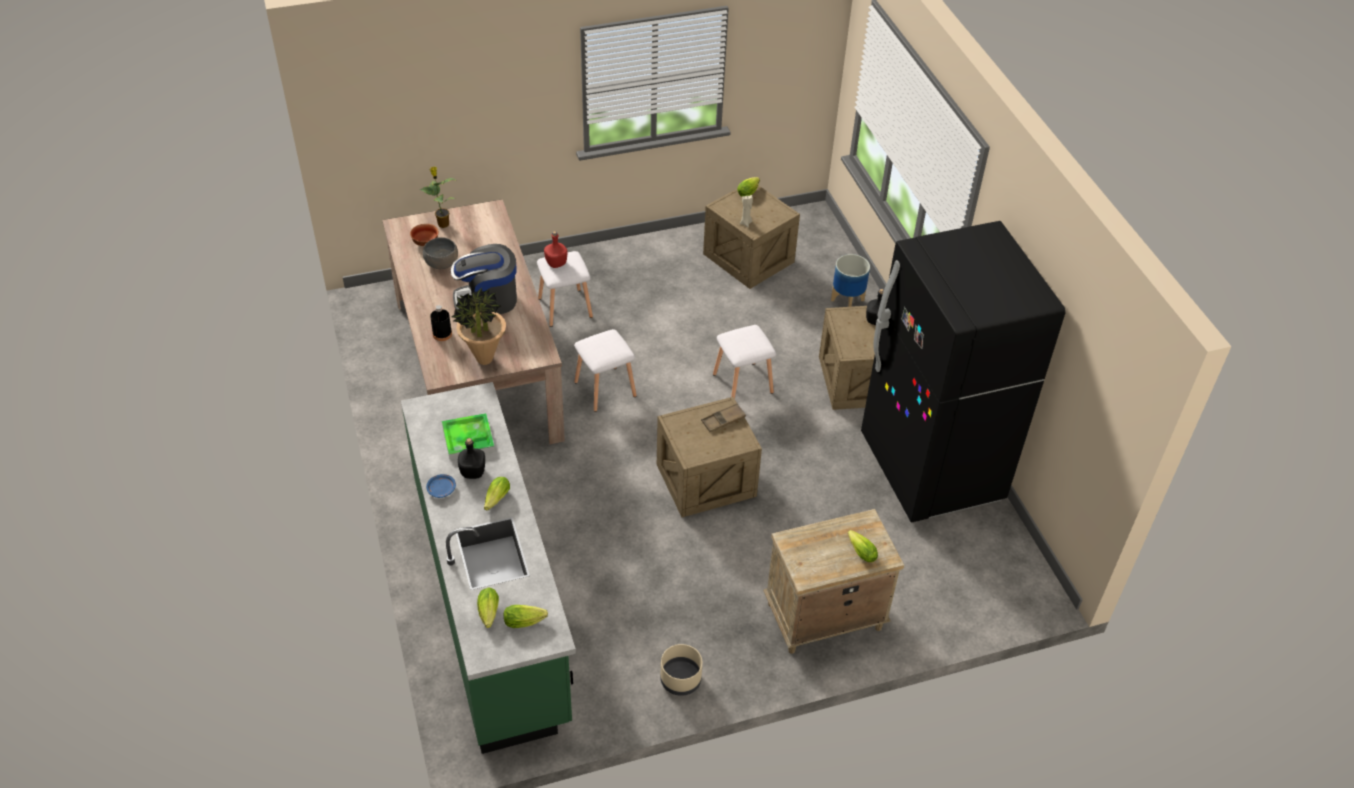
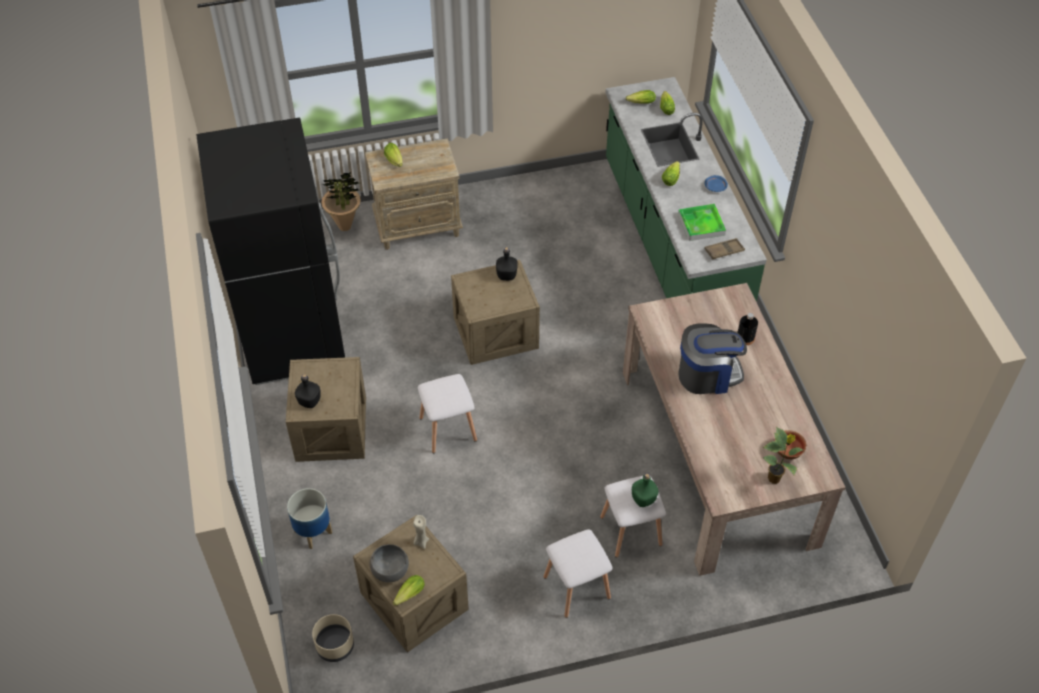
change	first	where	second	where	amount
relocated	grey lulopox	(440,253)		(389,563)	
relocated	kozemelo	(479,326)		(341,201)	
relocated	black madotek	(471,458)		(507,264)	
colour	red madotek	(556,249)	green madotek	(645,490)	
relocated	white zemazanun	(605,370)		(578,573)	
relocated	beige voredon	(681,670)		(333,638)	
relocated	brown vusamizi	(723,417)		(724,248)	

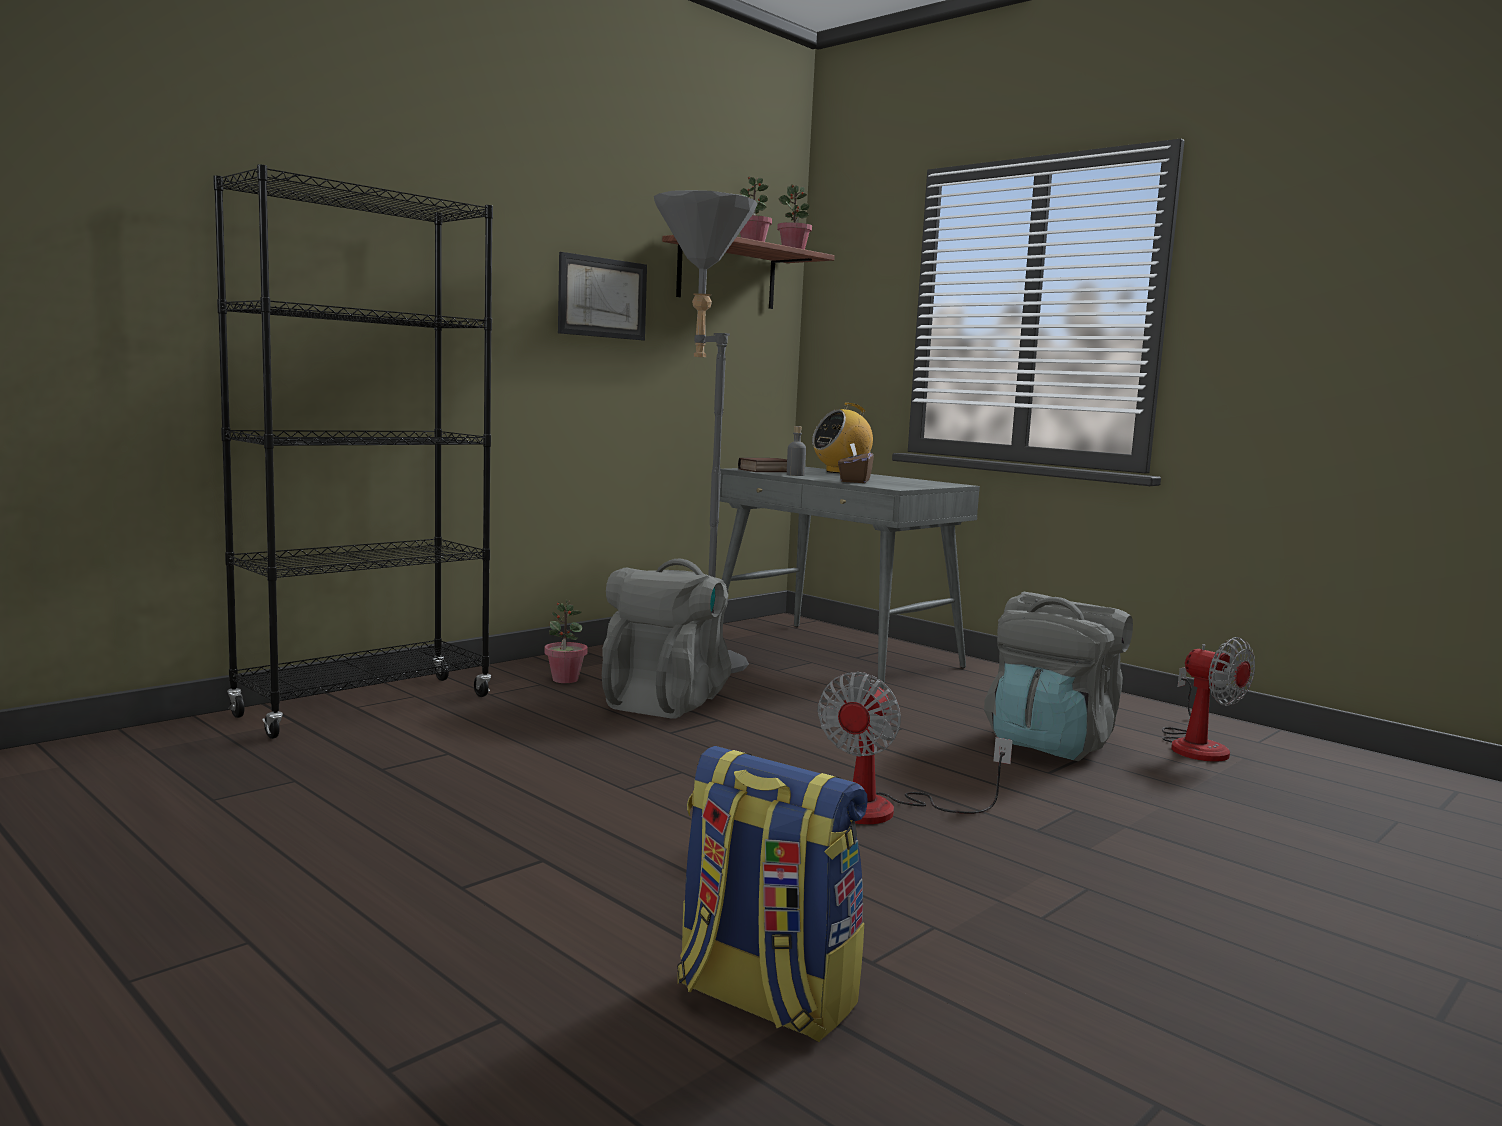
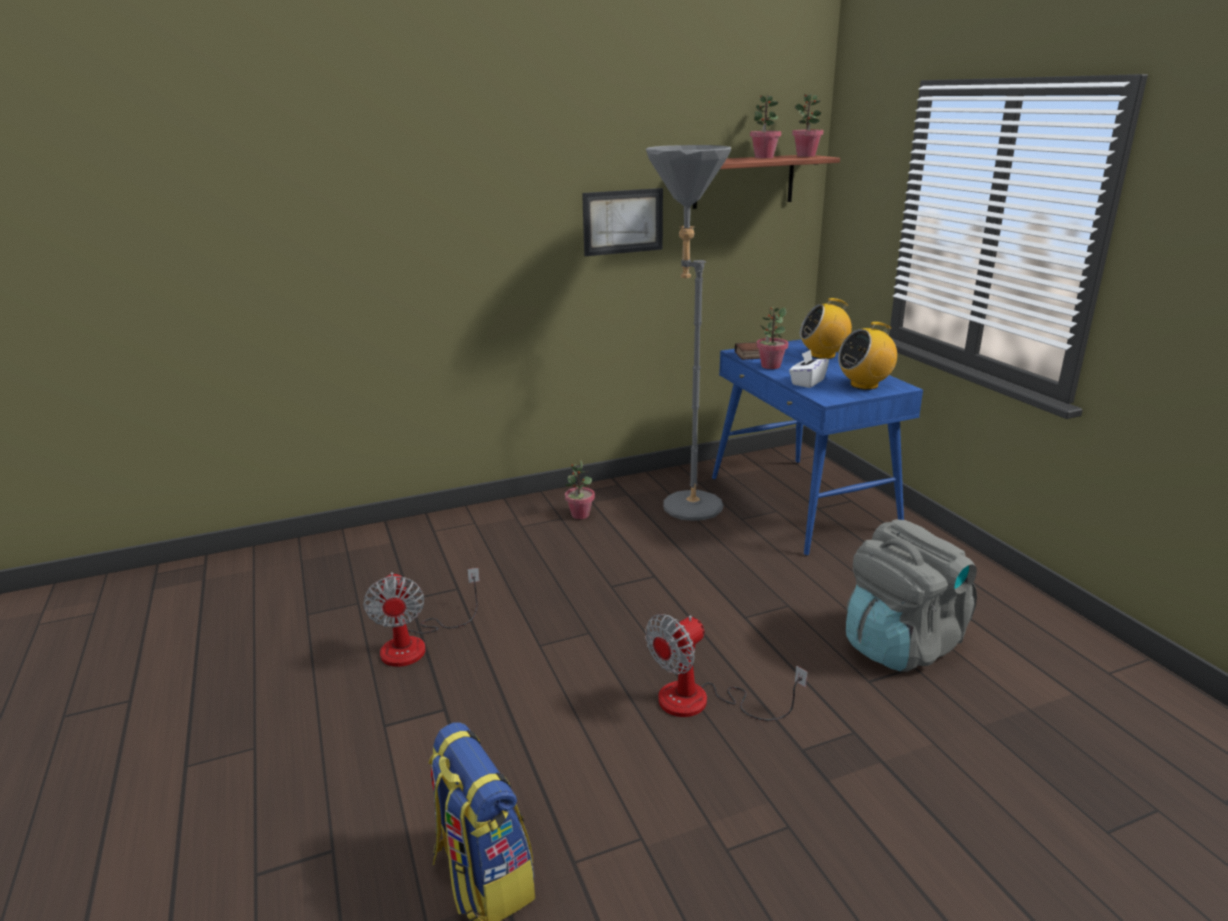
change	first	where	second	where	amount
missing	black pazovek	(353,451)			
missing	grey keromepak	(666,638)			
colour	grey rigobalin	(850,578)	blue rigobalin	(817,447)	
exchanged	grey madotek	(796,451)	kozemelo	(772,338)	
colour	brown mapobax	(856,463)	white mapobax	(809,368)	
relocated	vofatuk	(1208,699)		(421,617)	
appeared			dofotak	(867,356)	

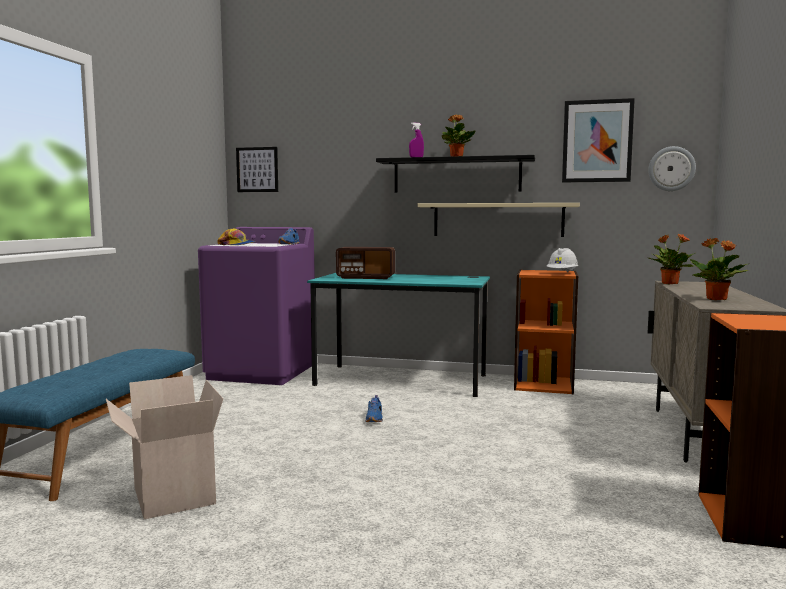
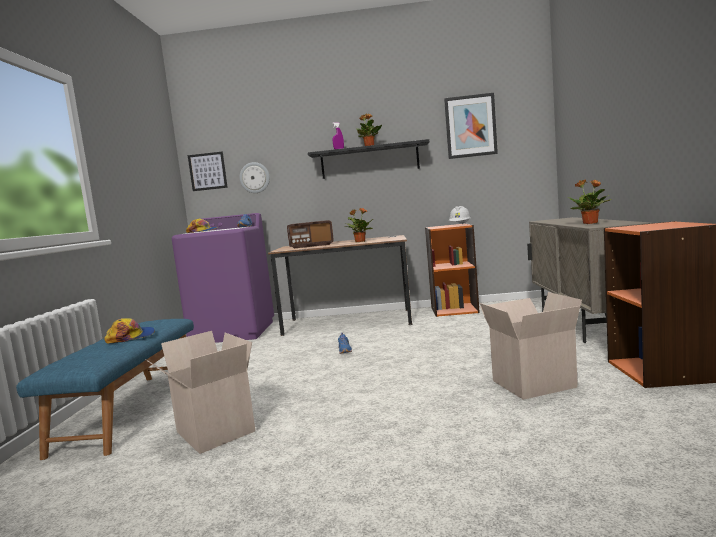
change	first	where	second	where	amount
colour	turquoise rigobalin	(398,335)	brown rigobalin	(340,285)	
missing	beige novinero	(498,220)			
relocated	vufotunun	(672,168)		(255,177)	
relocated	kozemelo	(672,259)		(359,225)	
appeared			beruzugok	(129,330)	
appeared			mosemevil	(531,346)	

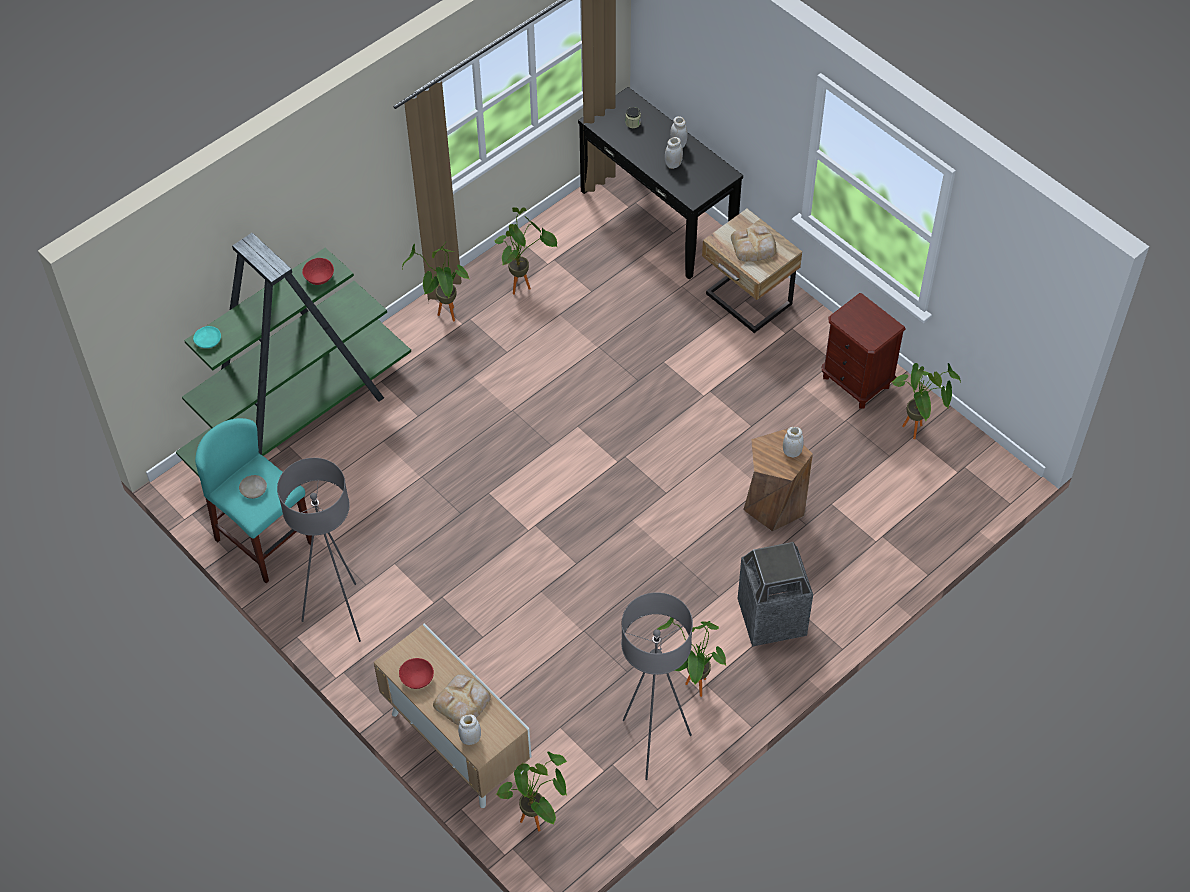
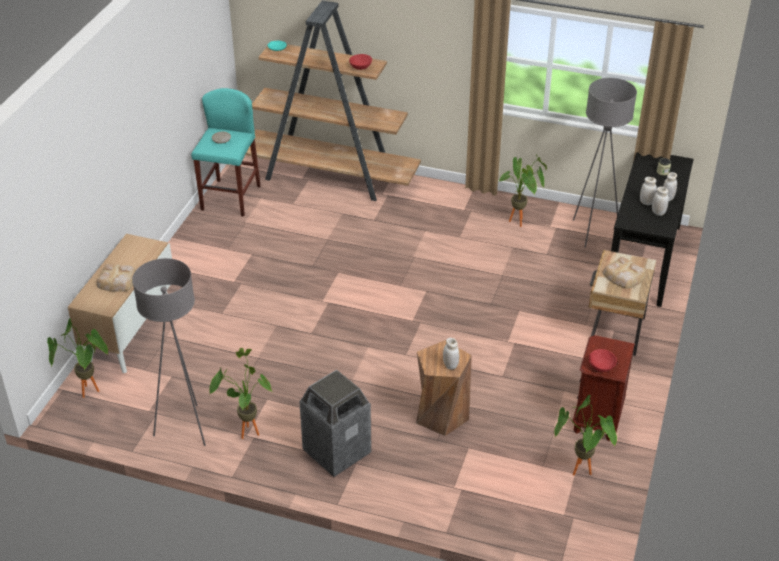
change	first	where	second	where	amount
colour	green pazovek	(293,355)	brown pazovek	(333,101)	
relocated	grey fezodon	(319,550)		(605,163)	
relocated	red lulopox	(416,673)		(603,360)	
missing	kozemelo	(435,281)			
relocated	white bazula	(469,729)		(660,201)	

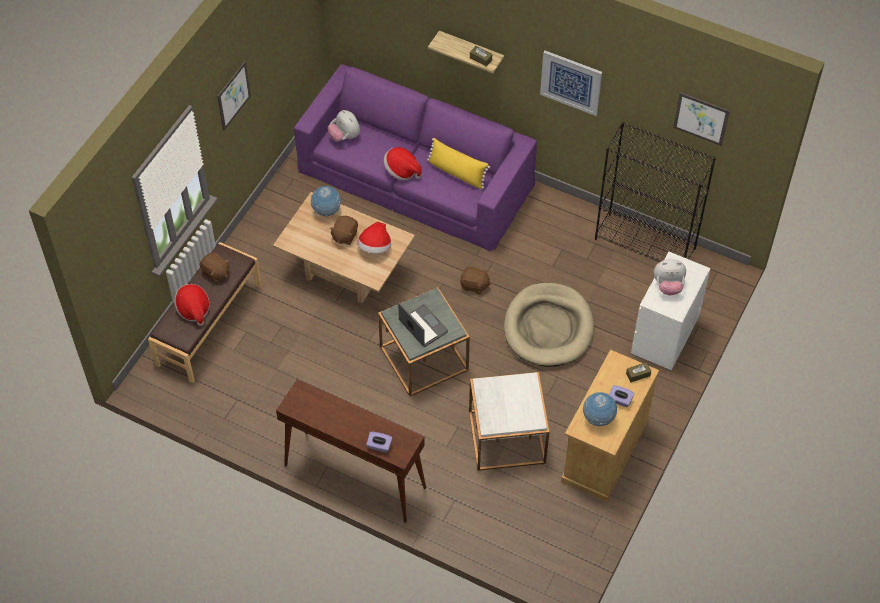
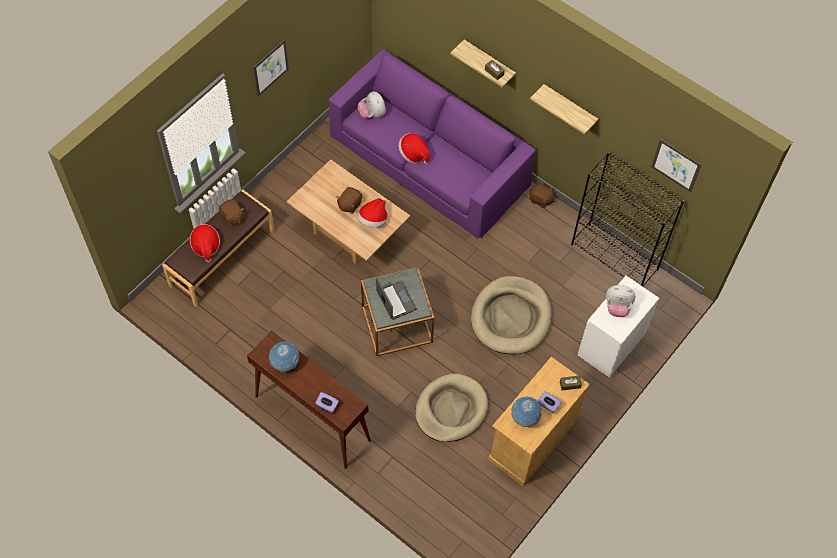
change	first	where	second	where	amount
relocated	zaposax	(326,201)		(284,357)	
missing	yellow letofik	(458,163)			
relocated	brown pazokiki	(475,280)		(542,195)	
exchanged	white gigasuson	(509,421)	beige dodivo	(451,408)	
exchanged	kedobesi	(571,83)	novinero	(564,109)	

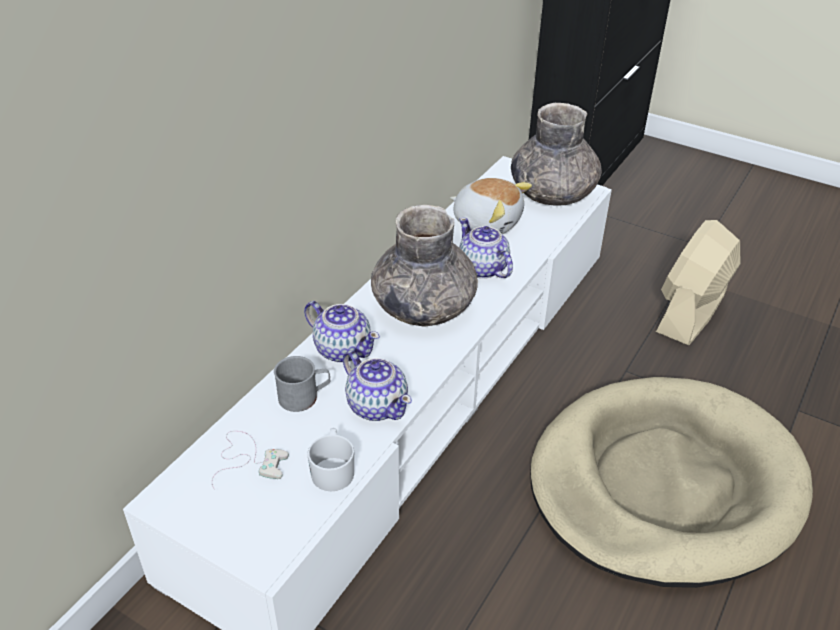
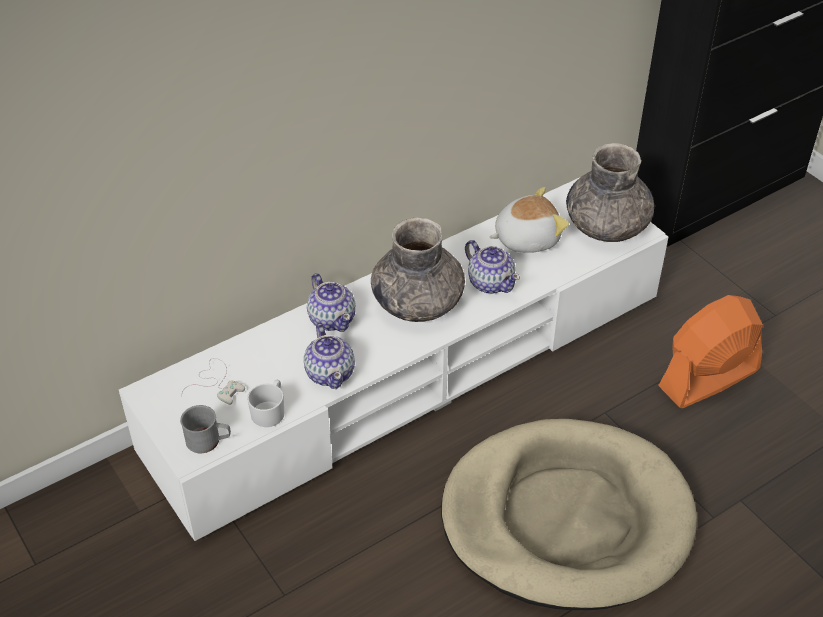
change	first	where	second	where	amount
relocated	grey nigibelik	(302,384)		(205,429)	
spun	pazokiki	(491,206)		(529,220)	75 degrees counterclockwise
spun	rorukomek	(486,248)		(492,267)	150 degrees clockwise
colour	beige vofatuk	(698,282)	orange vofatuk	(710,351)	

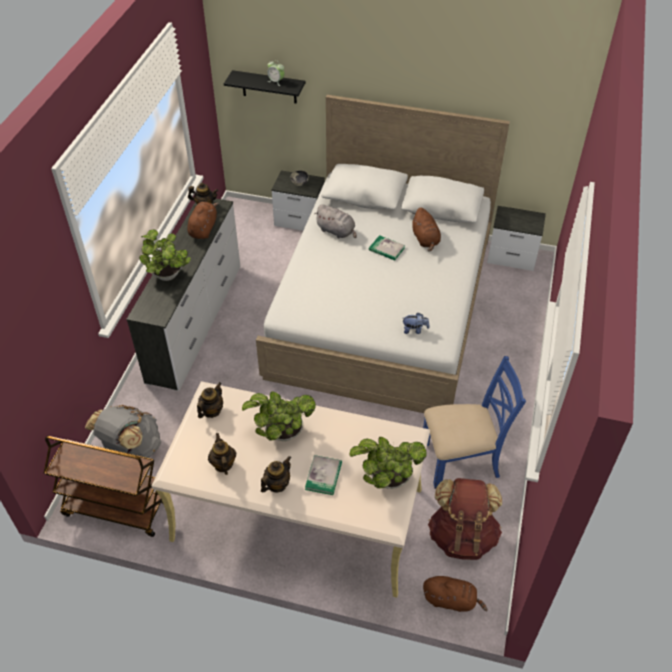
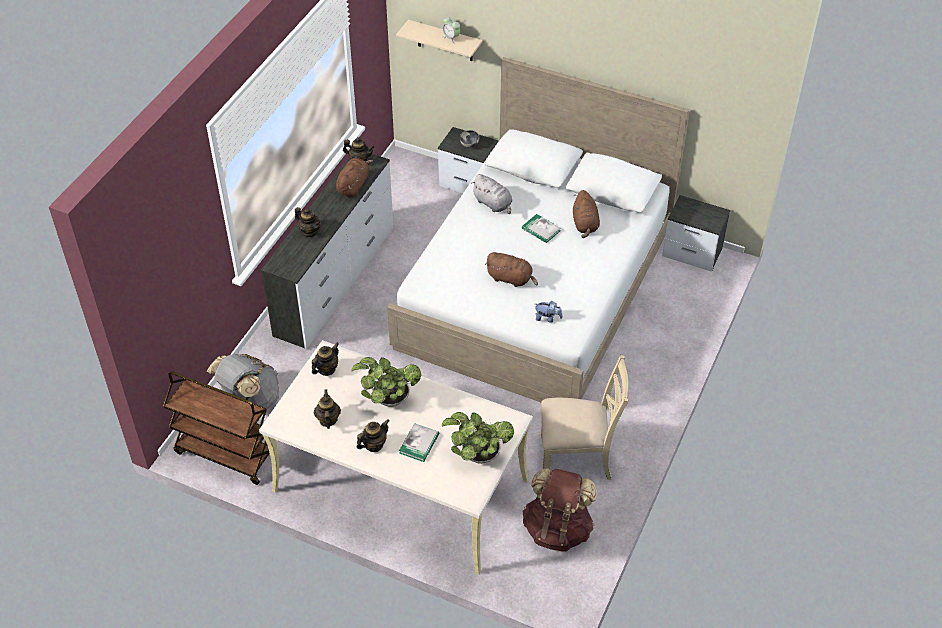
change	first	where	second	where	amount
exchanged	kozemelo	(165,255)	rorukomek	(308,222)	
colour	black novinero	(265,87)	beige novinero	(439,40)	
colour	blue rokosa	(474,422)	beige rokosa	(584,417)	
relocated	brown pazokiki	(455,594)		(511,269)	

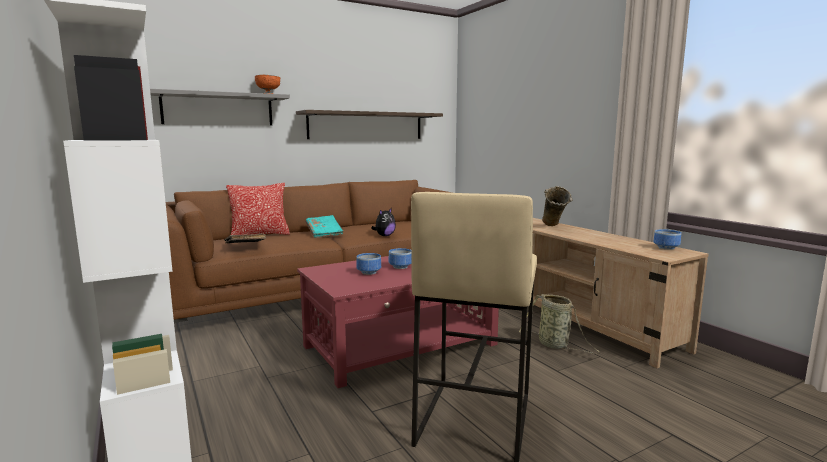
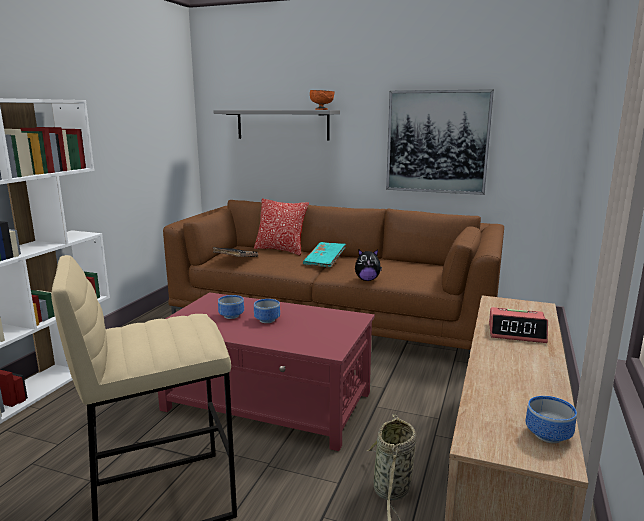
change	first	where	second	where	amount
exchanged	novinero	(369,124)	kedobesi	(440,142)	
exchanged	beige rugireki	(557,206)	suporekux	(518,325)	

